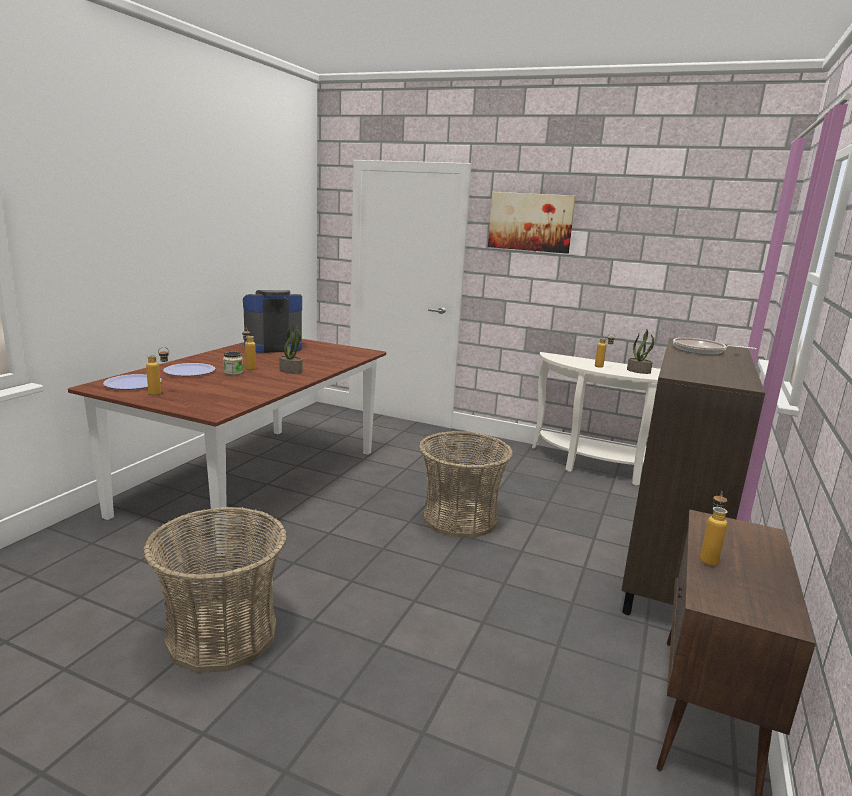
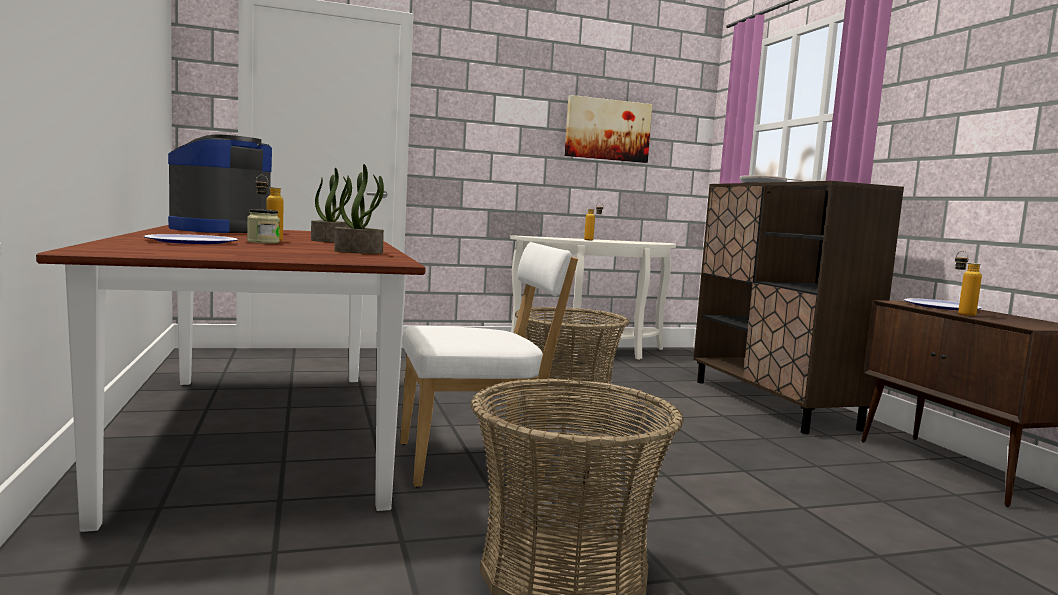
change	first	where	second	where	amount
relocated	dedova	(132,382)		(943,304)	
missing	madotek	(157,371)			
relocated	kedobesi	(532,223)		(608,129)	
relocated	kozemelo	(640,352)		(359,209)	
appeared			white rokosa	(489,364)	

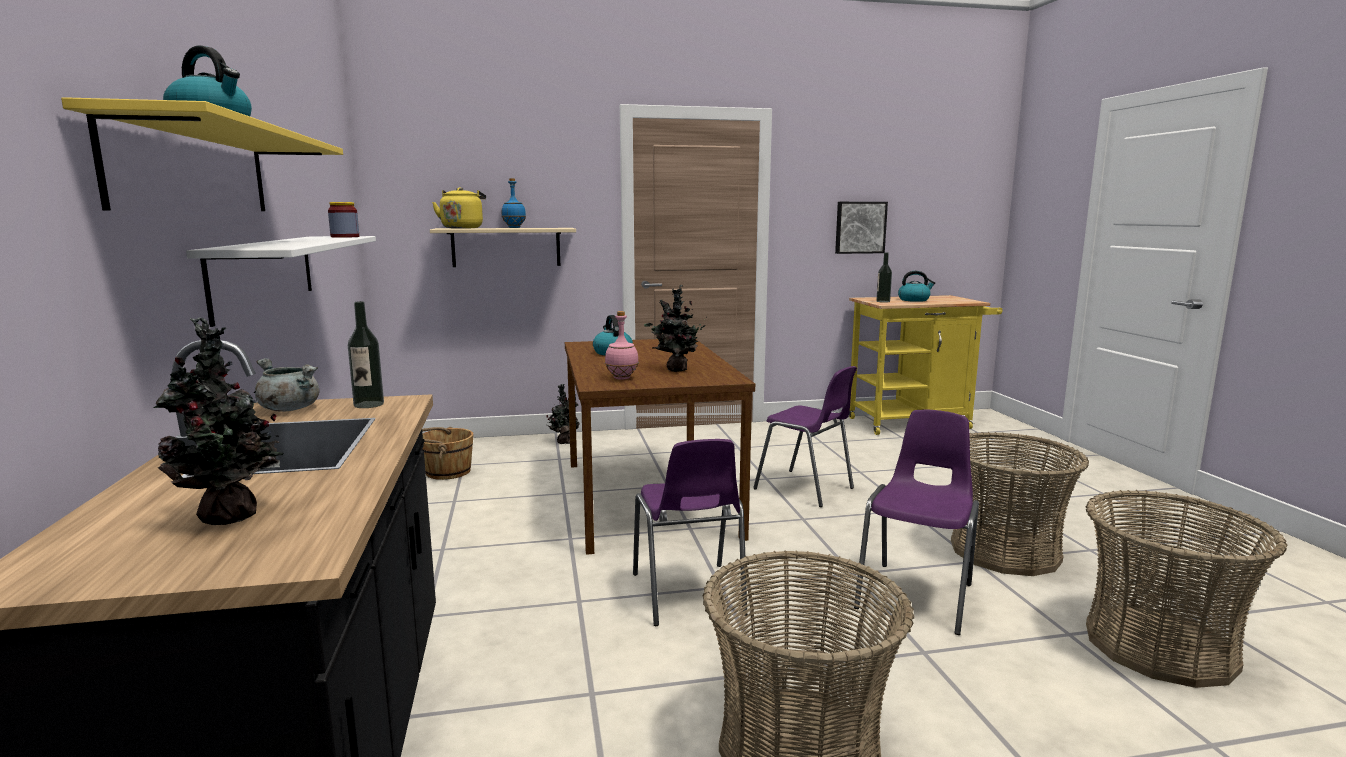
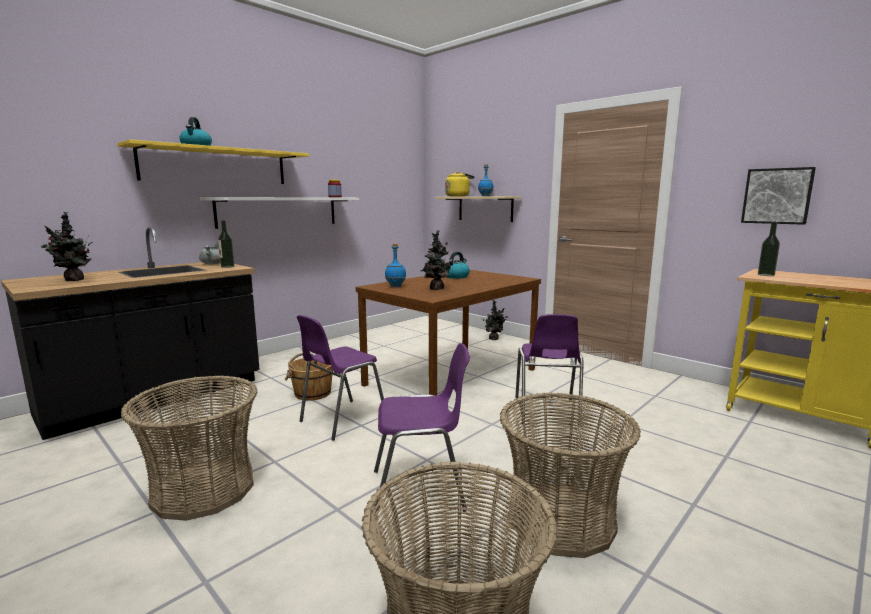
change	first	where	second	where	amount
relocated	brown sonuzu	(448,453)		(309,377)	
colour	pink madotek	(622,345)	blue madotek	(395,265)	
missing	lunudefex	(916,286)			

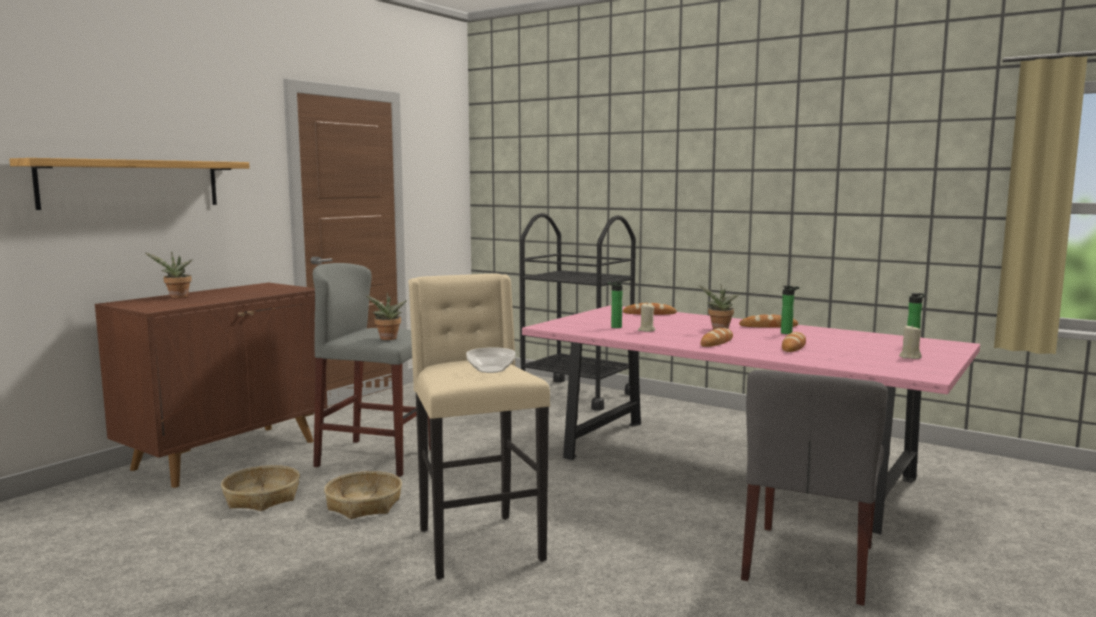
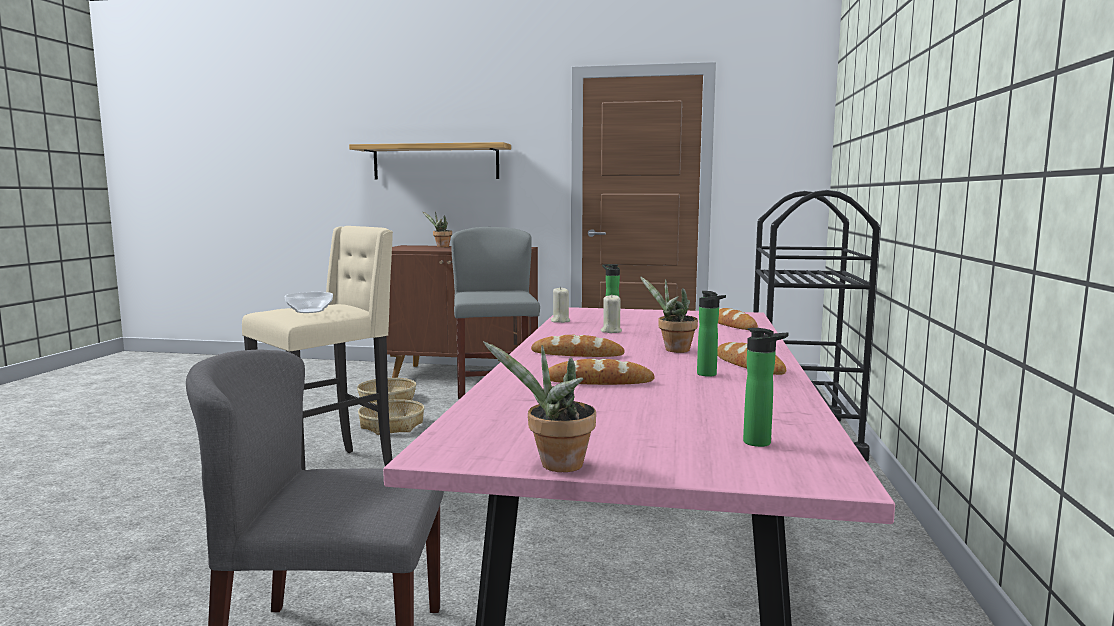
change	first	where	second	where	amount
relocated	kozemelo	(386,316)		(539,406)	
relocated	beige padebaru	(910,342)		(560,305)	

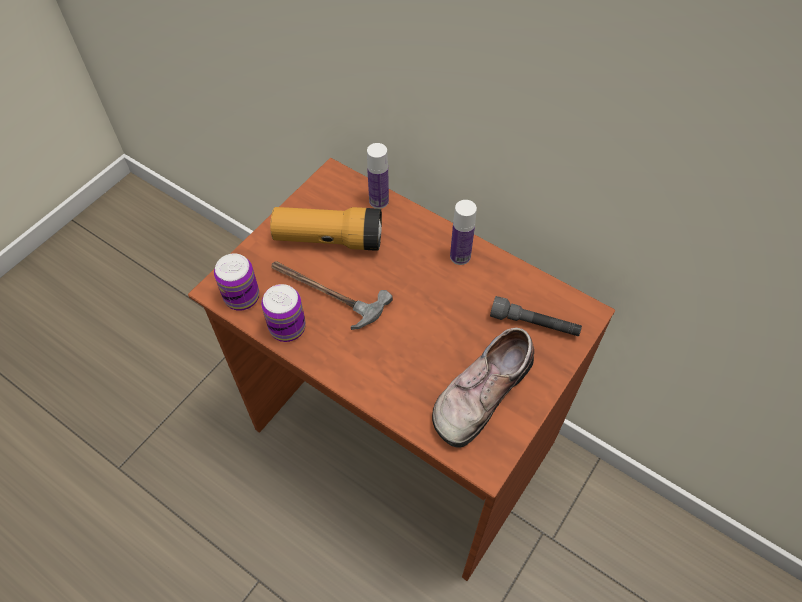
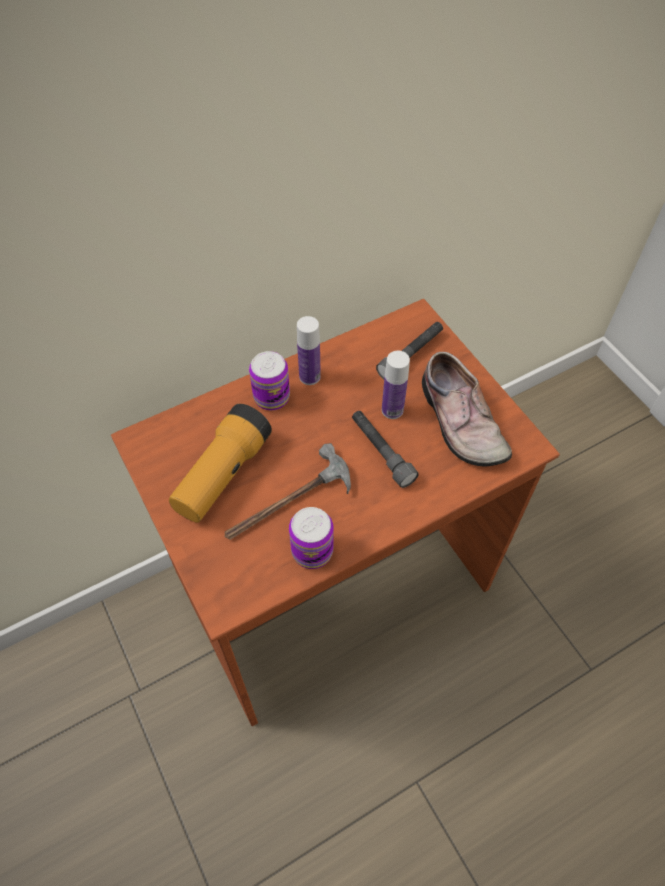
change	first	where	second	where	amount
relocated	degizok	(236,282)		(269,380)	
relocated	madotek	(378,176)		(396,385)	
appeared			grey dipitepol	(385,449)	

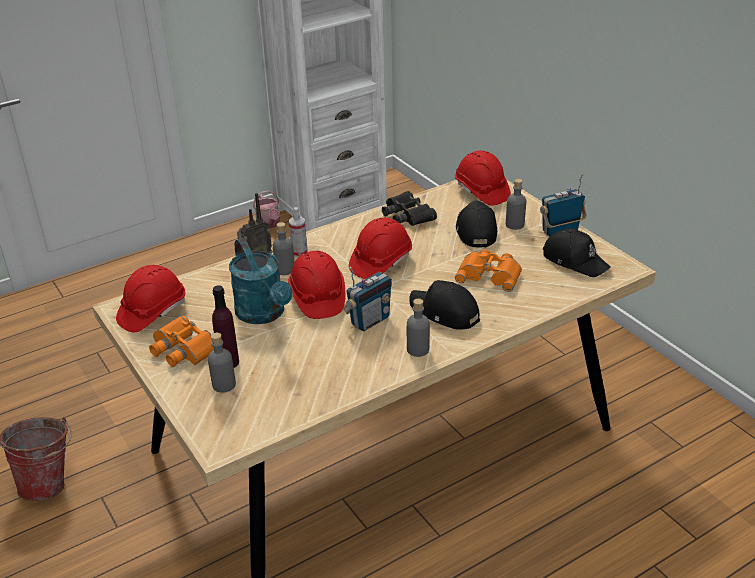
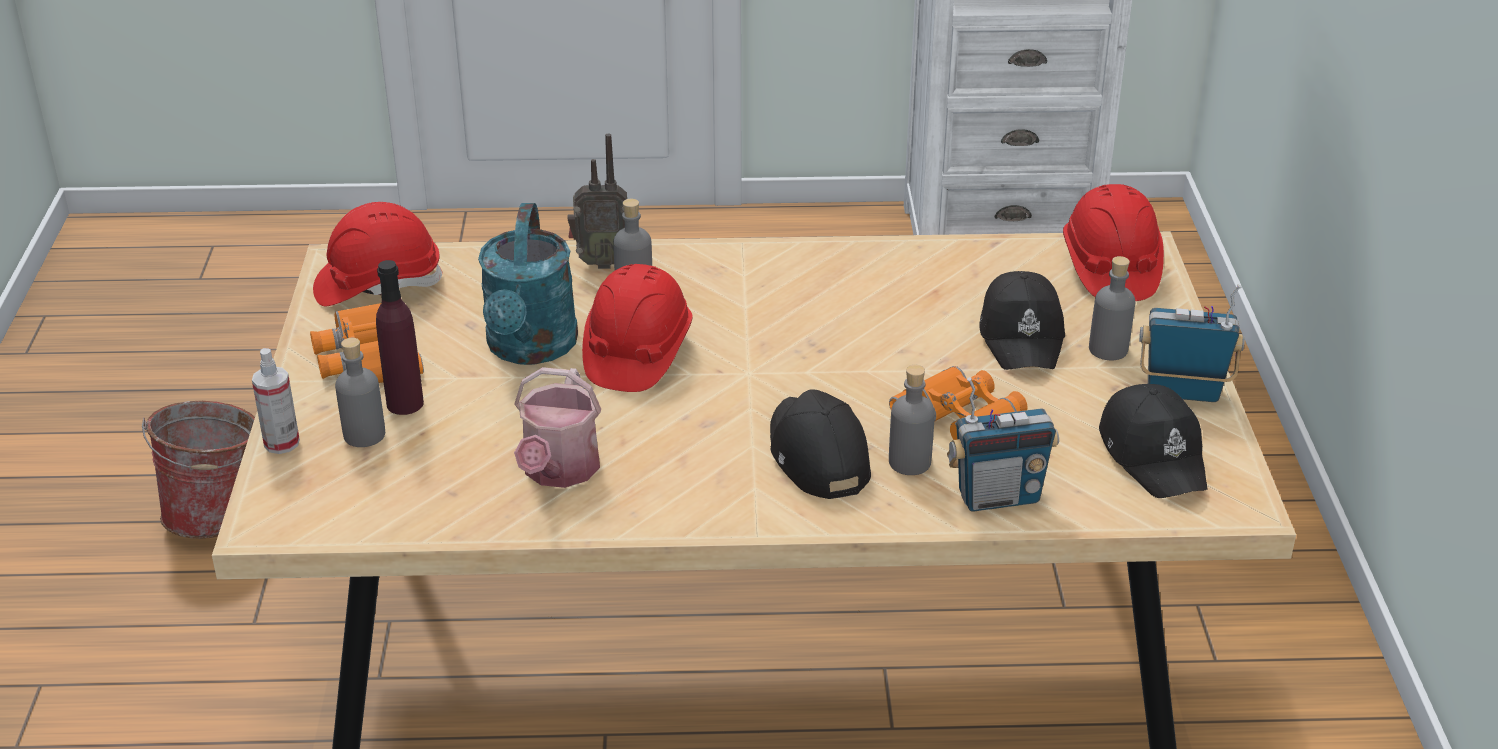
change	first	where	second	where	amount
relocated	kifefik	(266,209)		(558,427)	
relocated	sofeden	(298,232)		(276,401)	
relocated	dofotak	(367,299)		(1003,444)	
missing	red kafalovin	(380,248)			
missing	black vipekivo	(409,208)			
relocated	grey madotek	(418,328)		(912,420)	
spun	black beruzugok	(476,223)		(1022,320)	150 degrees clockwise

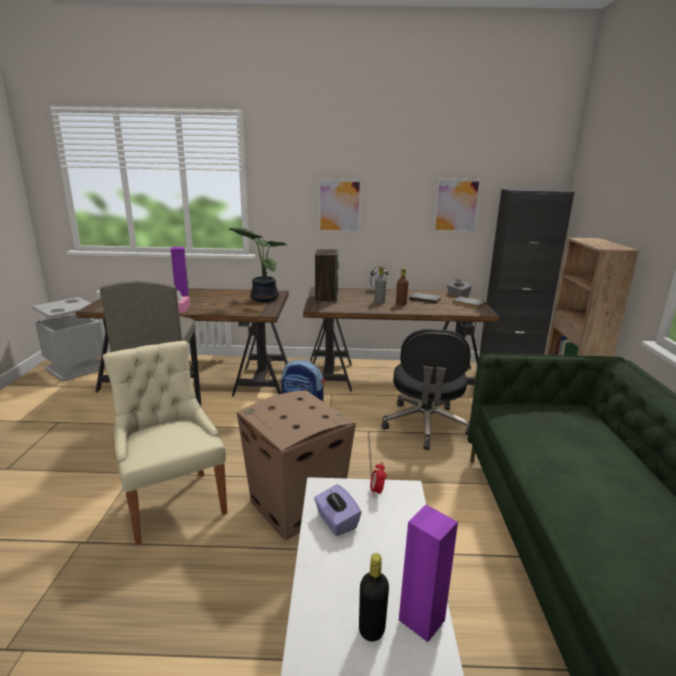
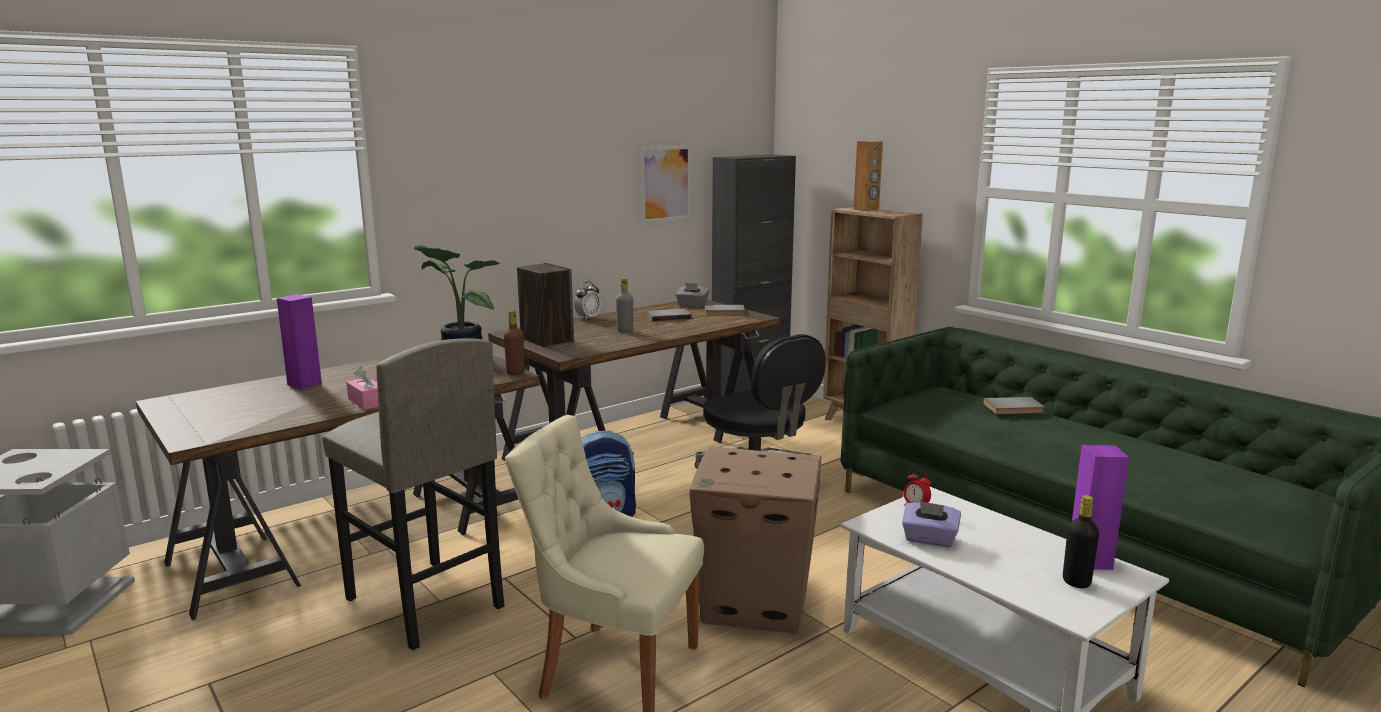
change	first	where	second	where	amount
missing	kedobesi	(340,206)			
relocated	brown madotek	(402,286)		(514,343)	
appeared			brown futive	(868,176)	
appeared			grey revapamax	(1014,405)	

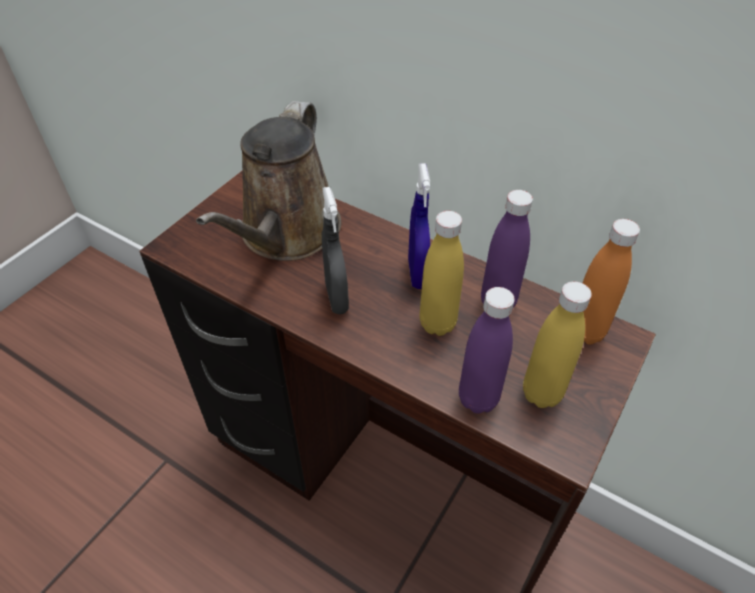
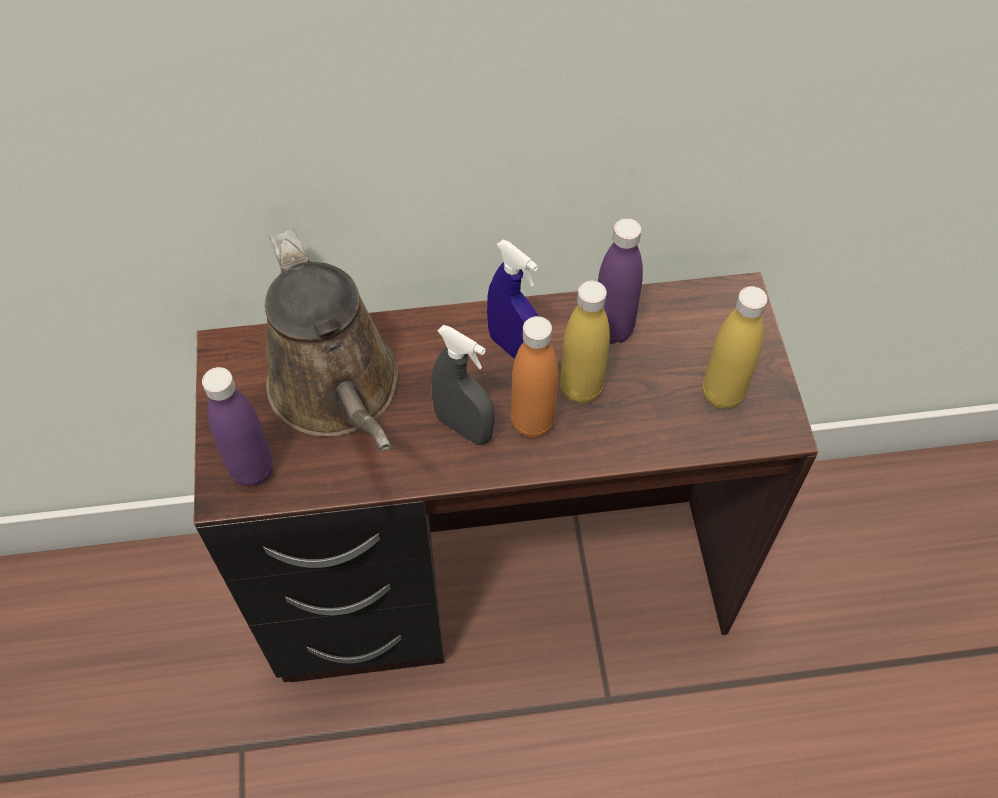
change	first	where	second	where	amount
relocated	purple madotek	(487,350)		(237,426)	
relocated	orange madotek	(611,281)		(534,377)	

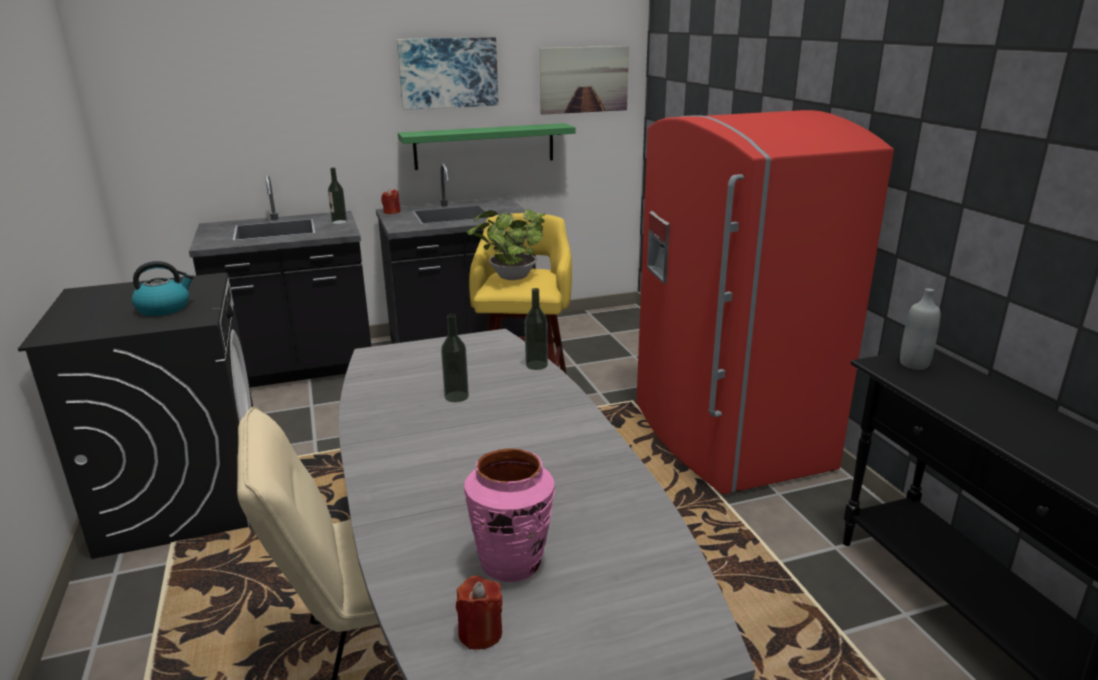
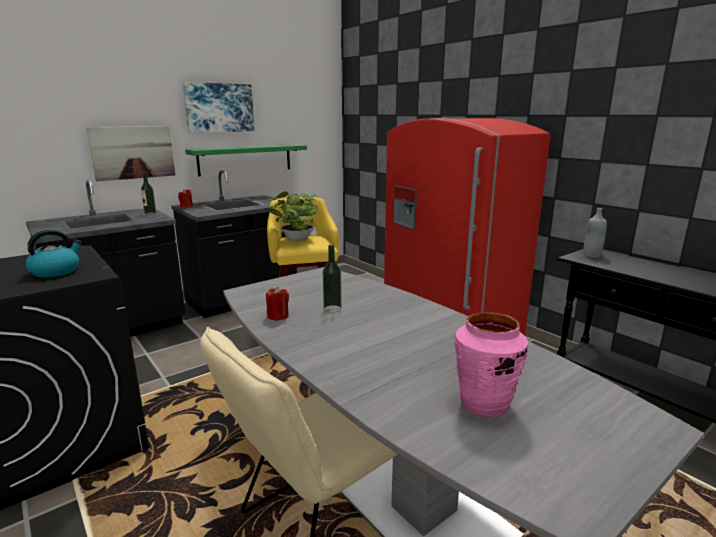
change	first	where	second	where	amount
relocated	red padebaru	(479,613)		(277,304)	
missing	madotek	(536,329)			
relocated	kedobesi	(584,80)		(130,153)	

